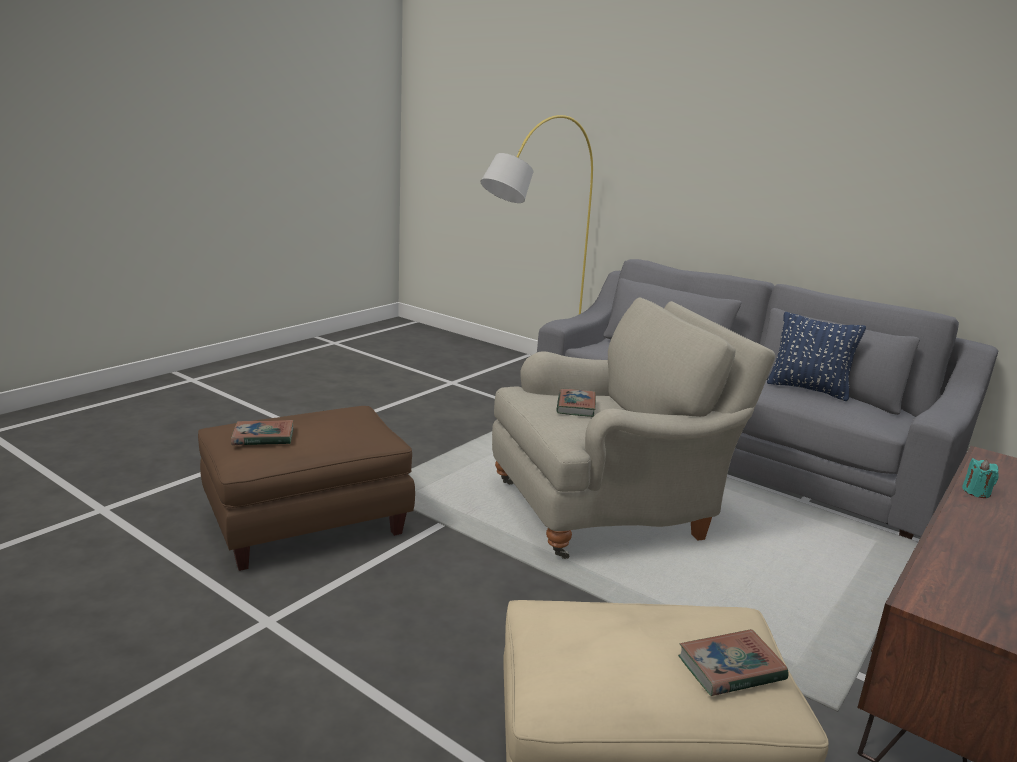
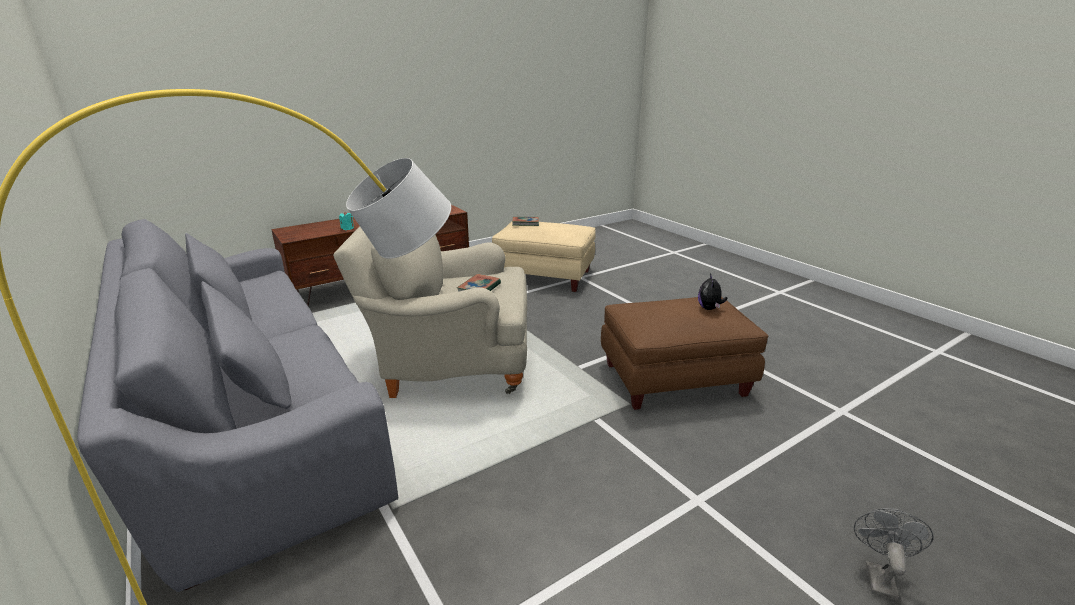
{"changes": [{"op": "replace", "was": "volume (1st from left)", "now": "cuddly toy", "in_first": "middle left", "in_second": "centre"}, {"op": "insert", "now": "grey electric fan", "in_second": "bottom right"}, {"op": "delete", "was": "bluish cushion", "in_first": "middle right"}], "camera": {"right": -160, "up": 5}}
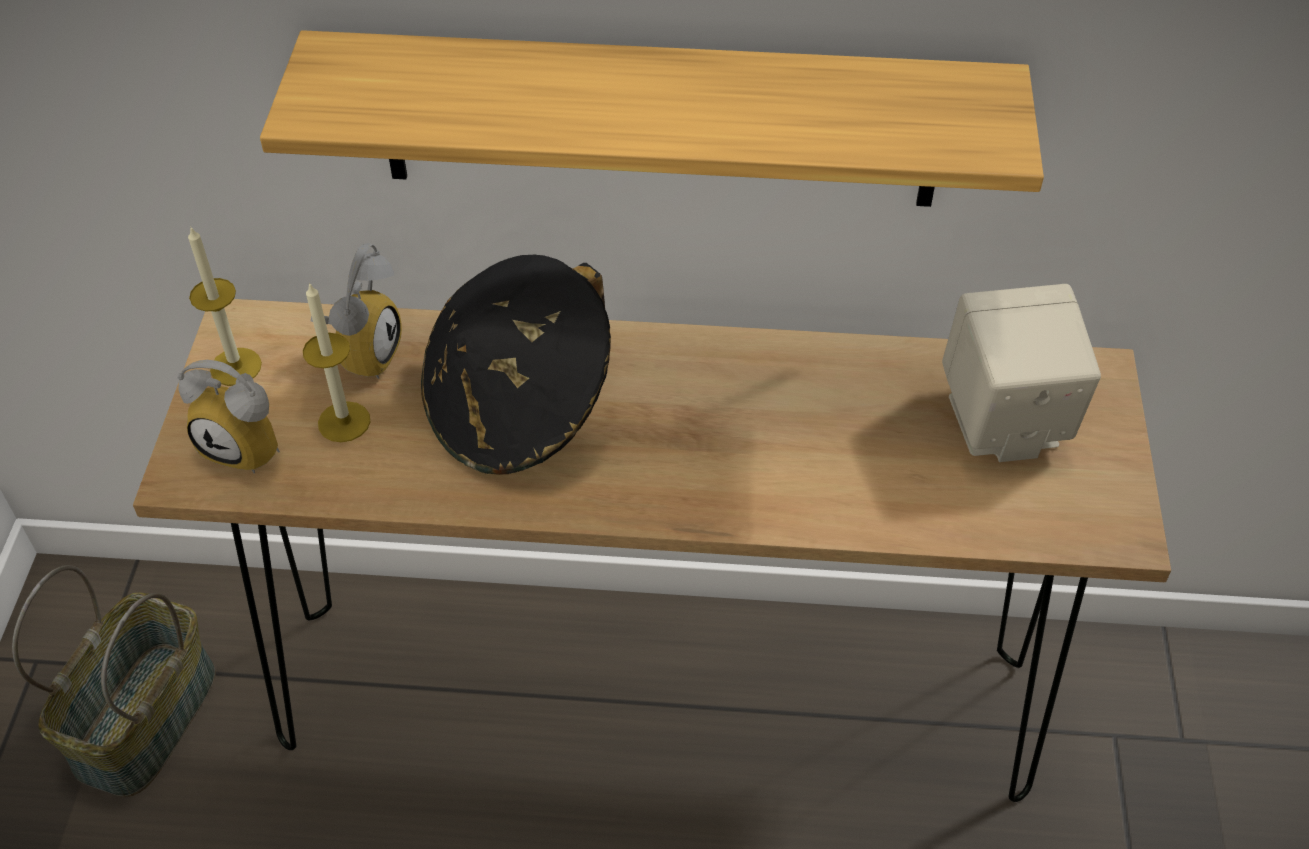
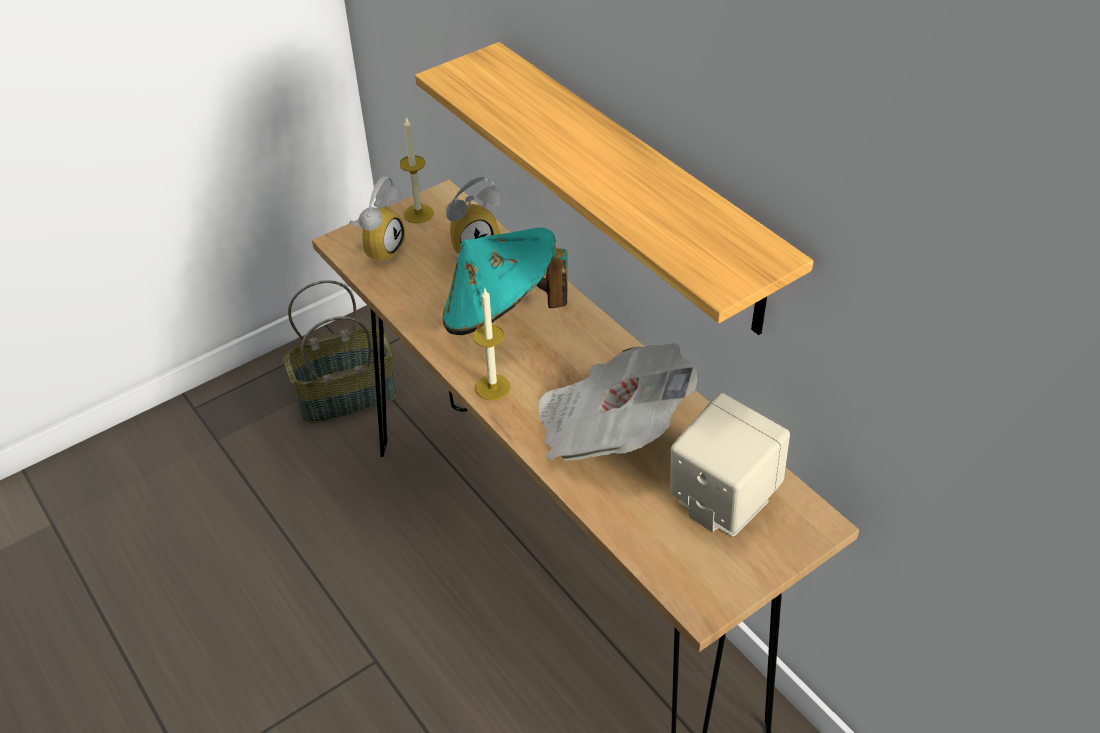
{"changes": [{"op": "rotate", "was": "alarm clock (1st from left)", "in_first": "middle left", "in_second": "top centre", "clockwise": -135}, {"op": "recolor", "was": "black wearable hat", "now": "turquoise-coloured wearable hat", "in_first": "centre", "in_second": "centre"}, {"op": "move", "was": "wax candle (2nd from left)", "in_first": "middle left", "in_second": "centre"}, {"op": "insert", "now": "daily paper", "in_second": "centre"}], "camera": {"right": 50, "up": -5}}
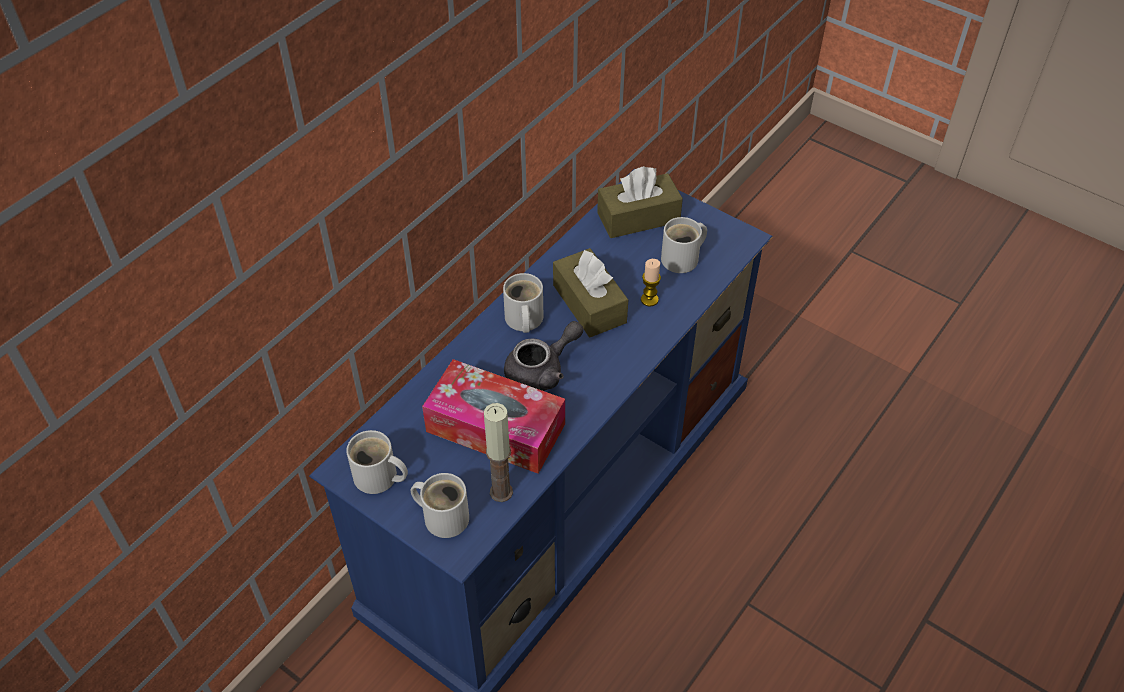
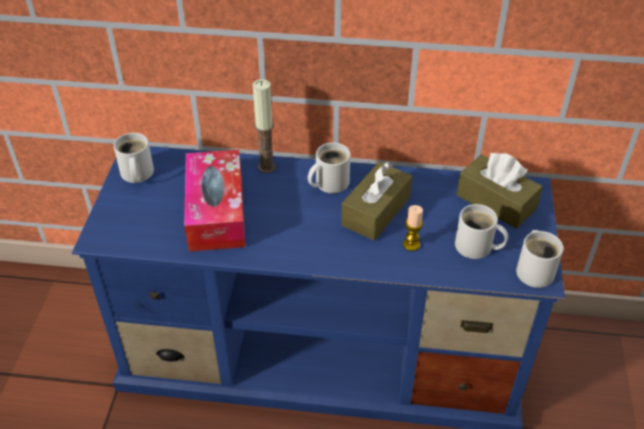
{"changes": [{"op": "move", "was": "wax candle (1st from left)", "in_first": "centre", "in_second": "top centre"}, {"op": "move", "was": "whitish mug (2nd from left in the first image)", "now": "whitish mug (4th from left)", "in_first": "bottom centre", "in_second": "middle right"}, {"op": "delete", "was": "grey pot for tea", "in_first": "centre"}], "camera": {"right": 60, "up": -5}}
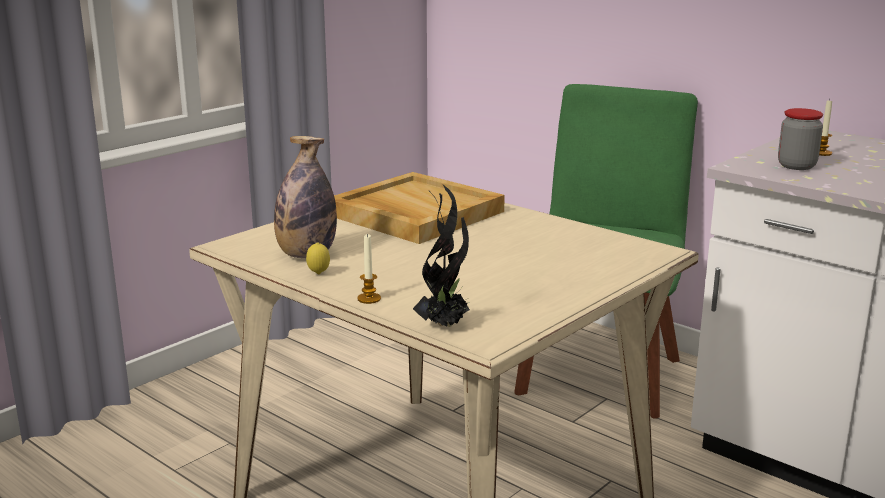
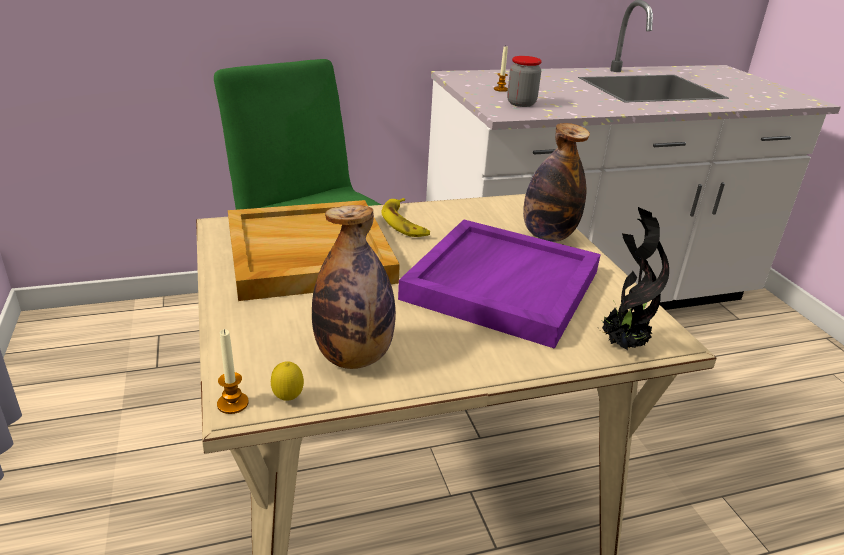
{"changes": [{"op": "move", "was": "wax candle (1st from left)", "in_first": "centre", "in_second": "bottom left"}, {"op": "move", "was": "citrus fruit", "in_first": "centre", "in_second": "bottom centre"}, {"op": "insert", "now": "banana fruit", "in_second": "centre"}, {"op": "insert", "now": "purple tray", "in_second": "centre"}, {"op": "insert", "now": "bottle (2nd from left)", "in_second": "top centre"}], "camera": {"right": -60, "up": 10}}
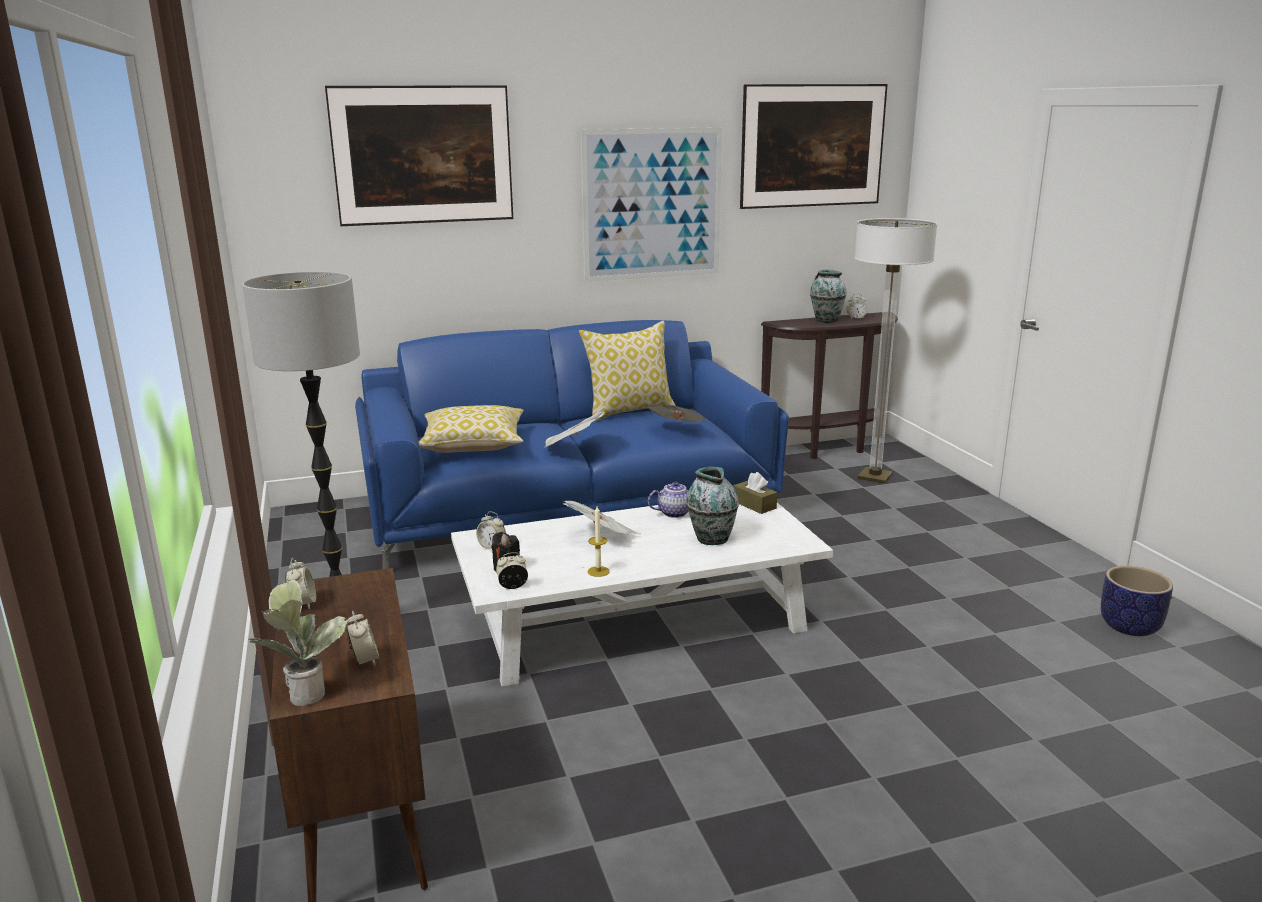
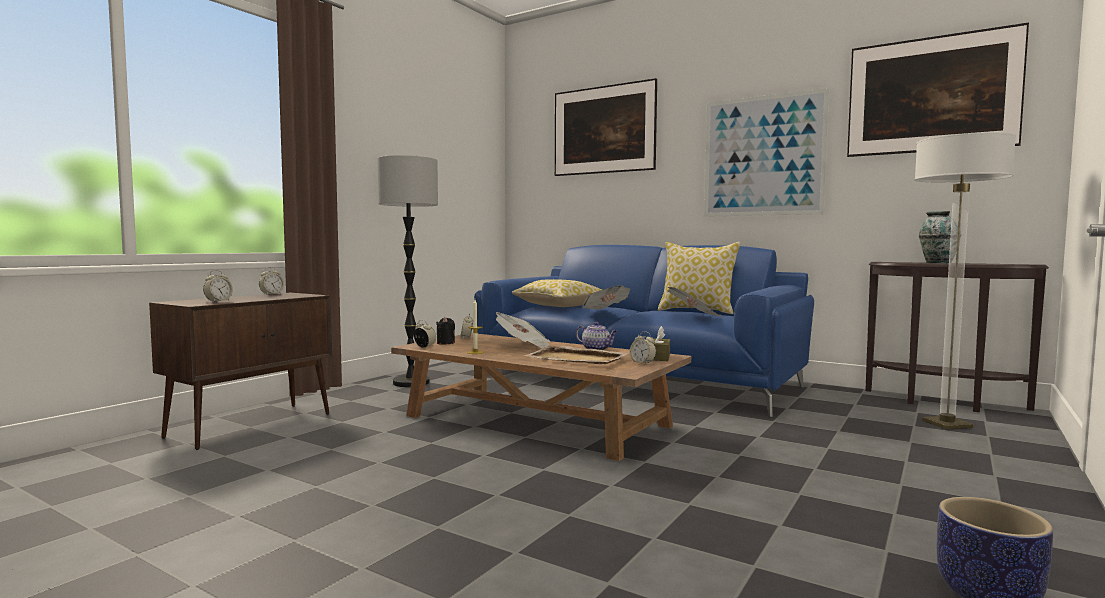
{"changes": [{"op": "recolor", "was": "whitish lounge table", "now": "brown lounge table", "in_first": "centre", "in_second": "centre"}, {"op": "replace", "was": "flower vase (1st from left)", "now": "beige tray", "in_first": "centre", "in_second": "centre"}, {"op": "move", "was": "alarm clock (5th from left)", "in_first": "middle right", "in_second": "centre"}, {"op": "delete", "was": "houseplant", "in_first": "bottom left"}], "camera": {"right": 50, "up": -15}}
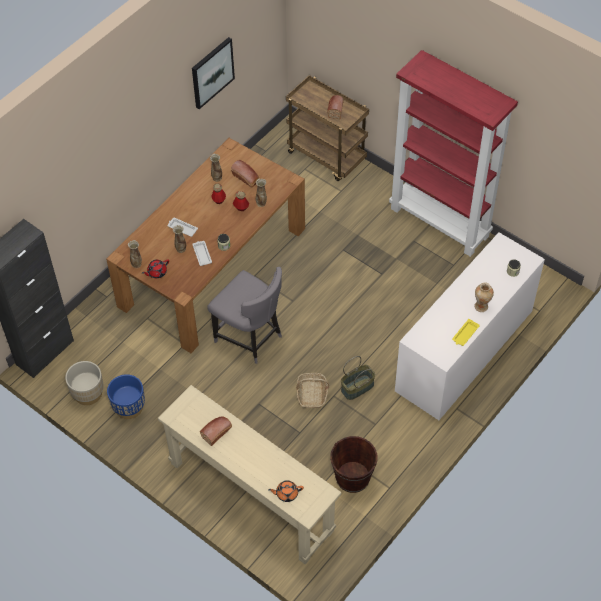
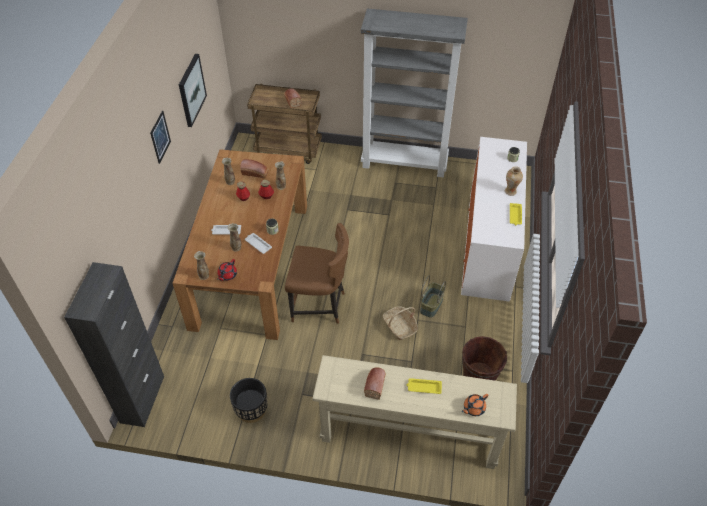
{"changes": [{"op": "insert", "now": "wall art (1st from left)", "in_second": "top left"}, {"op": "recolor", "was": "bluish planter", "now": "black planter", "in_first": "middle left", "in_second": "bottom centre"}, {"op": "recolor", "was": "grey plain chair", "now": "brown plain chair", "in_first": "centre", "in_second": "centre"}, {"op": "recolor", "was": "reddish bookshelf", "now": "grey bookshelf", "in_first": "top right", "in_second": "top centre"}, {"op": "insert", "now": "yellow-coloured tray (1st from left)", "in_second": "bottom centre"}, {"op": "delete", "was": "beige planter", "in_first": "middle left"}], "camera": {"right": -30, "up": -5}}
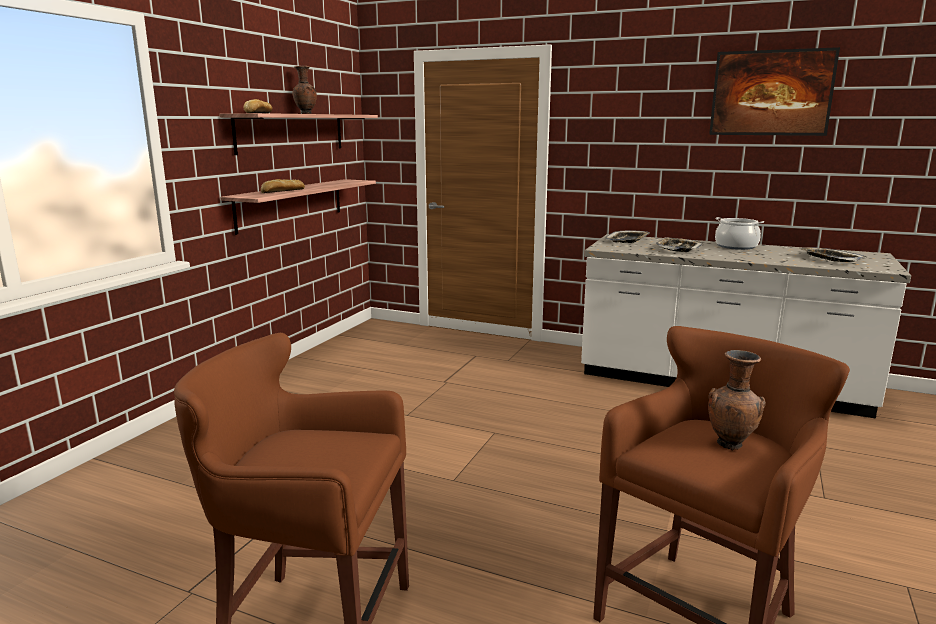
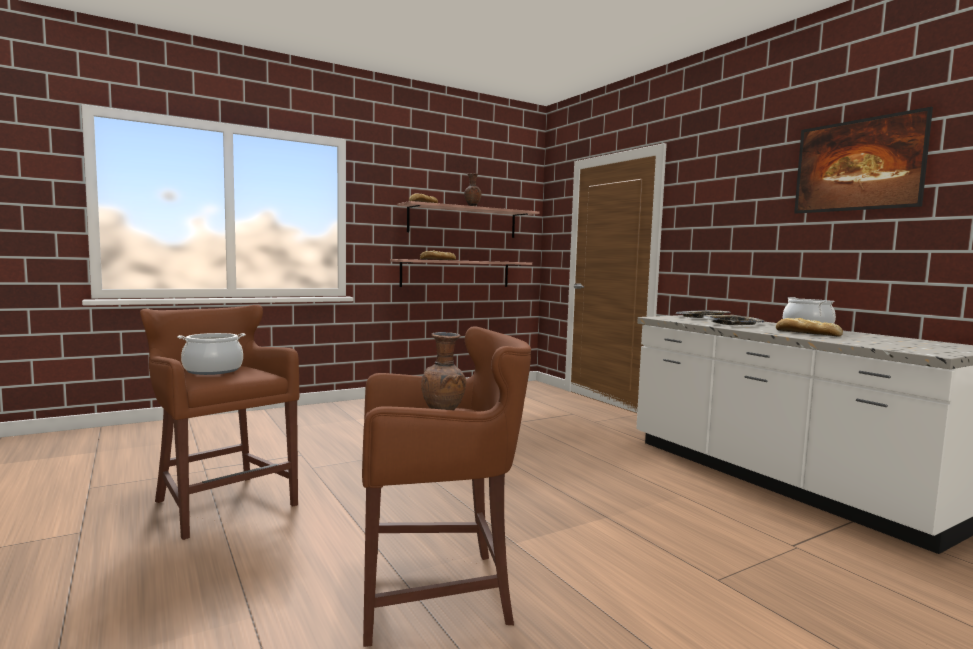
{"changes": [{"op": "insert", "now": "saucepot (1st from left)", "in_second": "middle left"}, {"op": "insert", "now": "baked bread (3rd from left)", "in_second": "middle right"}, {"op": "delete", "was": "tray (3rd from left)", "in_first": "middle right"}], "camera": {"right": 35, "up": -10}}
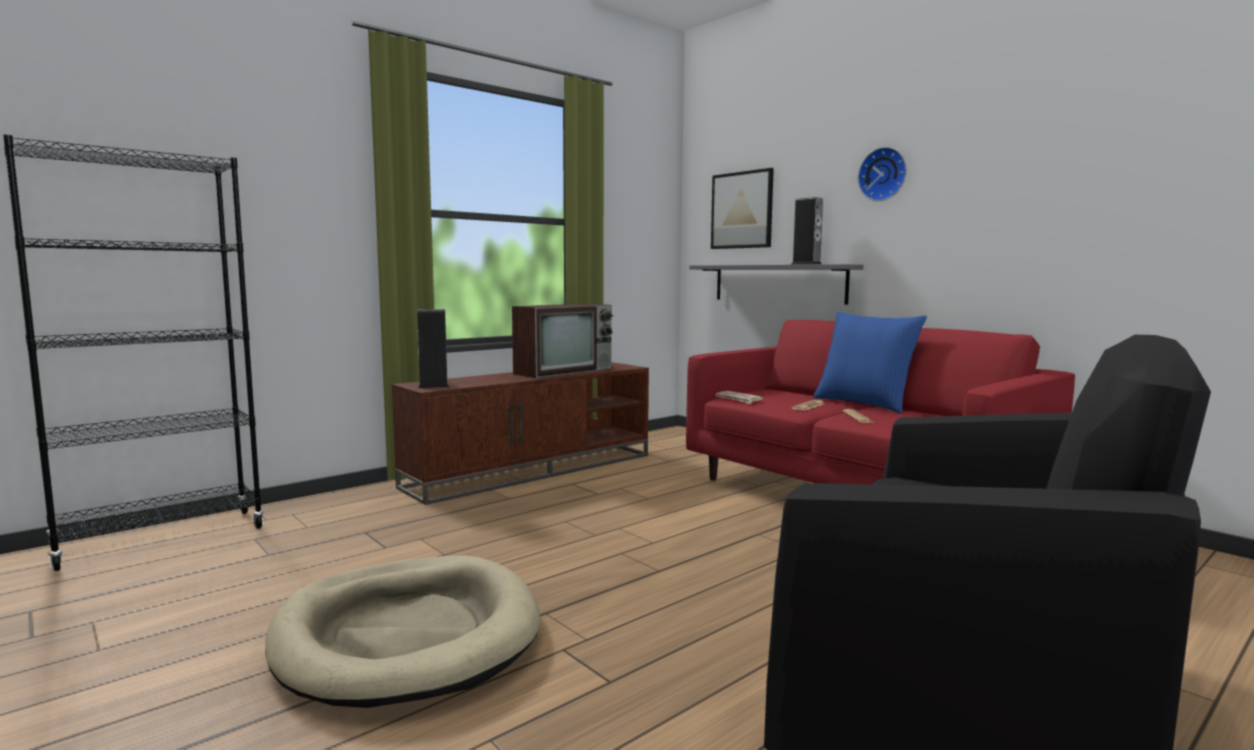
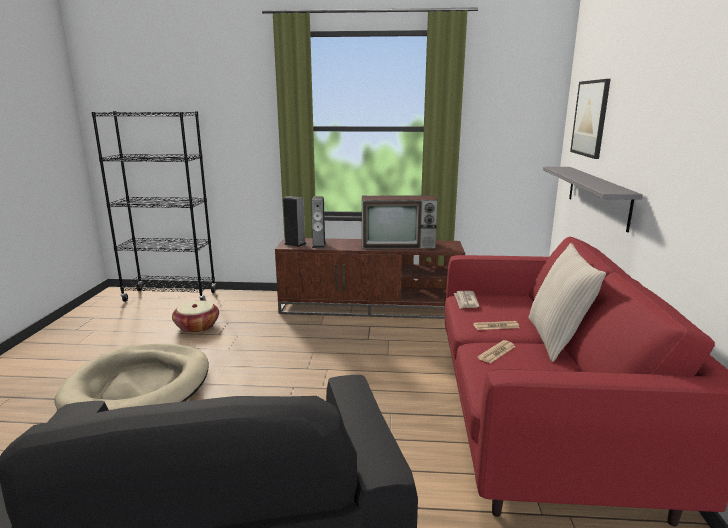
{"changes": [{"op": "insert", "now": "basket", "in_second": "middle left"}, {"op": "move", "was": "loudspeaker (2nd from left)", "in_first": "top centre", "in_second": "centre"}, {"op": "recolor", "was": "bluish cushion", "now": "beige cushion", "in_first": "middle right", "in_second": "middle right"}, {"op": "delete", "was": "clock on the wall", "in_first": "top right"}], "camera": {"right": 45, "up": 10}}
